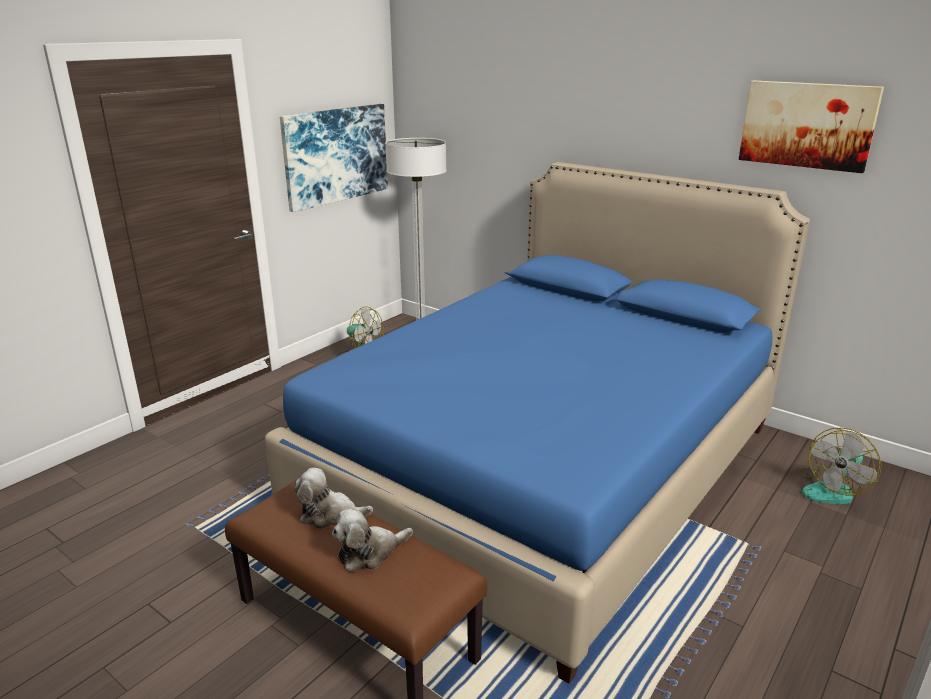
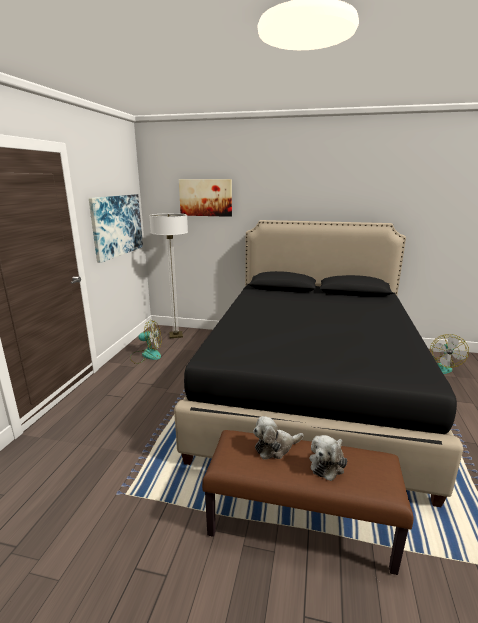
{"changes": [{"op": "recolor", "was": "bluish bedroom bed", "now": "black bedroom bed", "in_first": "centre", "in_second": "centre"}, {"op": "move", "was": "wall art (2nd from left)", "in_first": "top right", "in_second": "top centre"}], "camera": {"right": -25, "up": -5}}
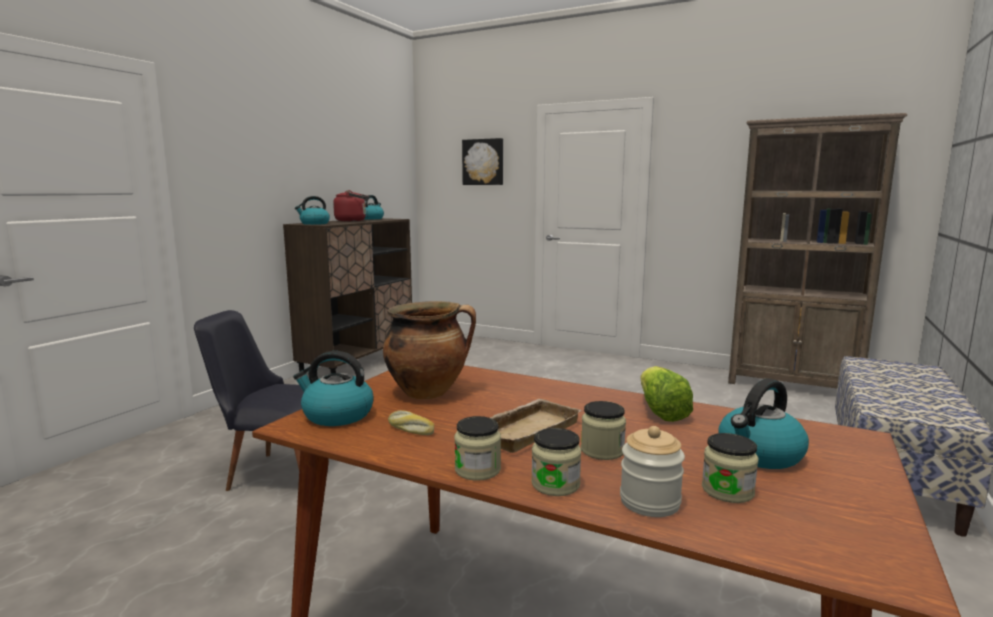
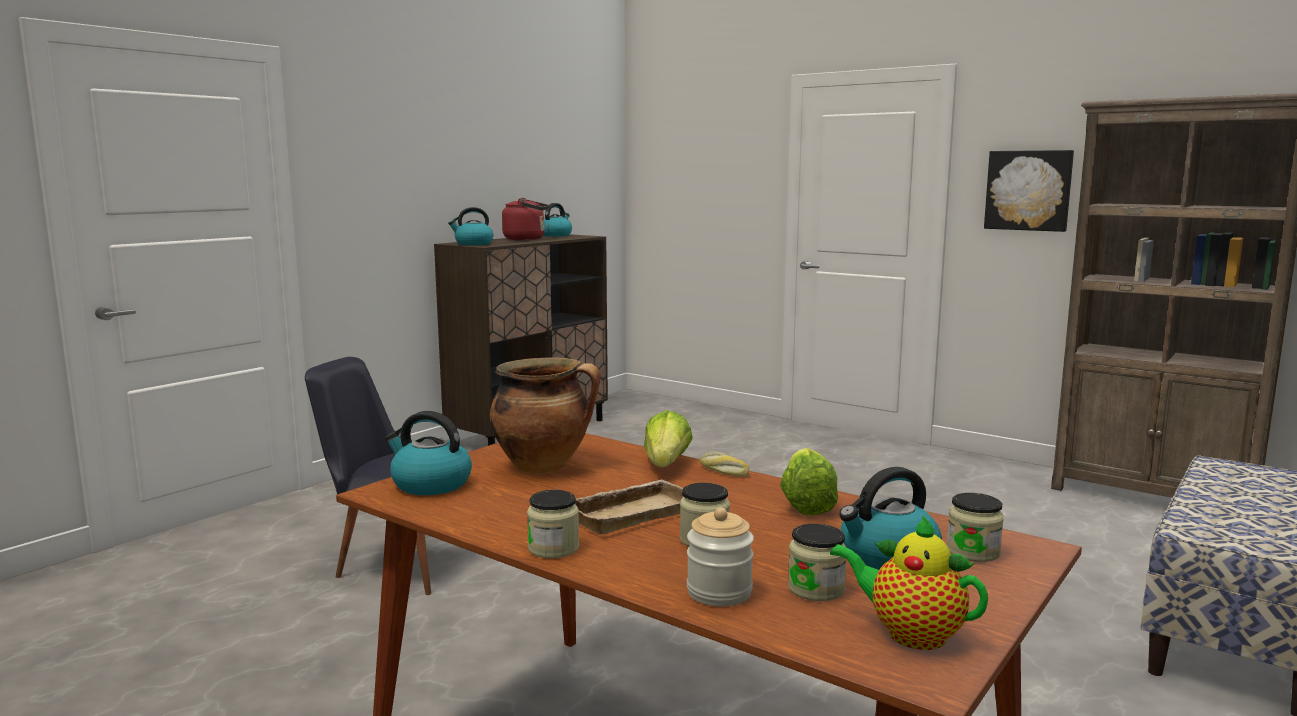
{"changes": [{"op": "insert", "now": "head of lettuce (1st from left)", "in_second": "centre"}, {"op": "move", "was": "baked bread", "in_first": "bottom centre", "in_second": "centre"}, {"op": "insert", "now": "pot for tea", "in_second": "bottom right"}, {"op": "move", "was": "storage jar (2nd from left in the first image)", "now": "storage jar (5th from left)", "in_first": "bottom centre", "in_second": "bottom right"}, {"op": "move", "was": "wall art", "in_first": "top centre", "in_second": "top right"}], "camera": {"right": 10, "up": 0}}
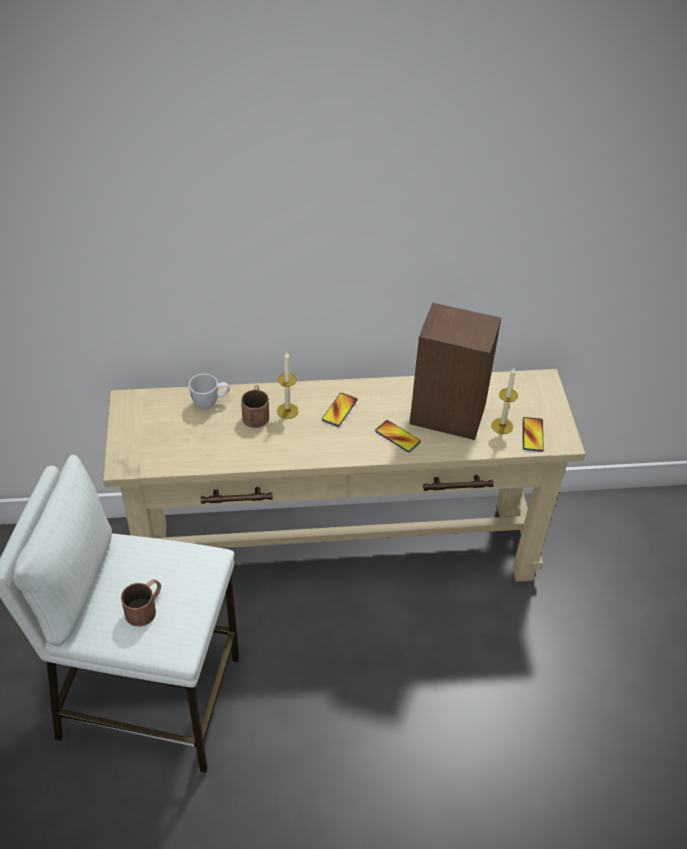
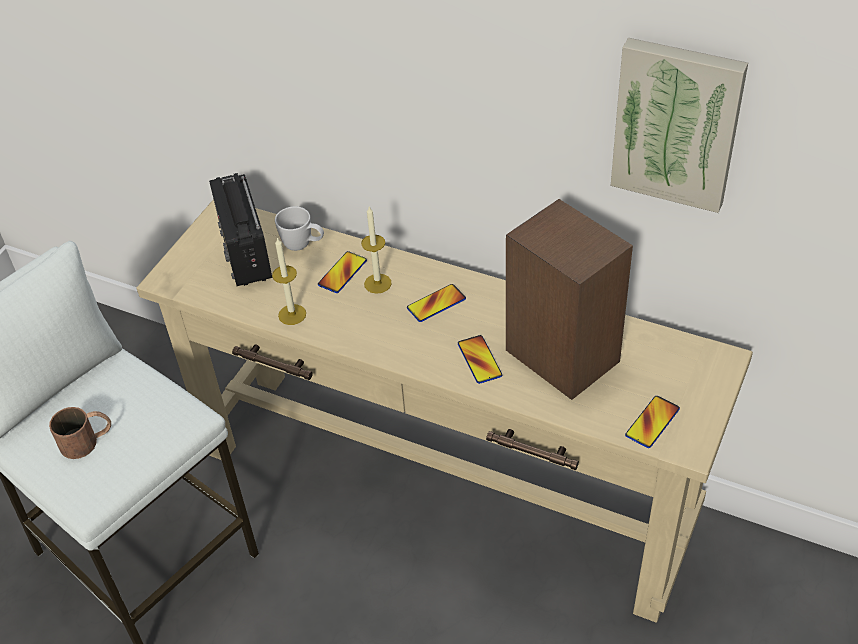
{"changes": [{"op": "insert", "now": "radio set", "in_second": "middle left"}, {"op": "move", "was": "wax candle (2nd from left in the first image)", "now": "wax candle (1st from left)", "in_first": "middle right", "in_second": "centre"}, {"op": "replace", "was": "brown mug (2nd from left)", "now": "phone (1st from left)", "in_first": "centre", "in_second": "centre"}, {"op": "insert", "now": "wall art", "in_second": "top right"}], "camera": {"right": 35, "up": 0}}
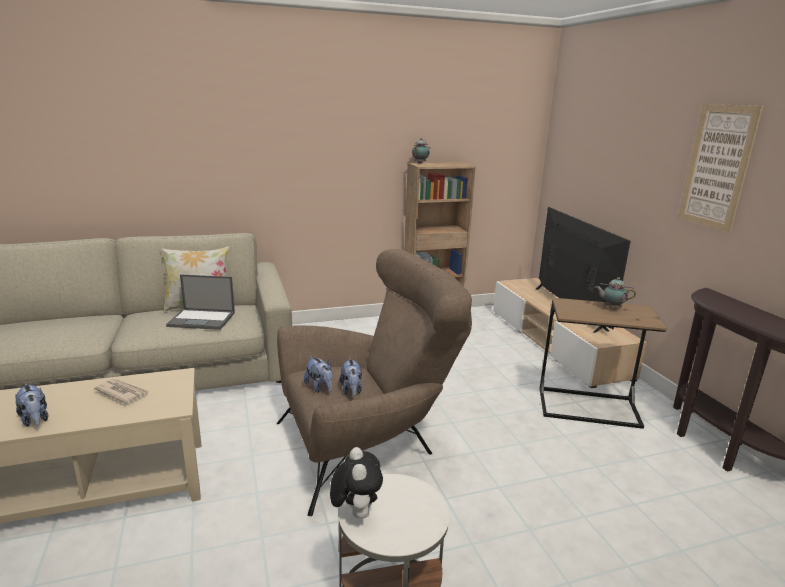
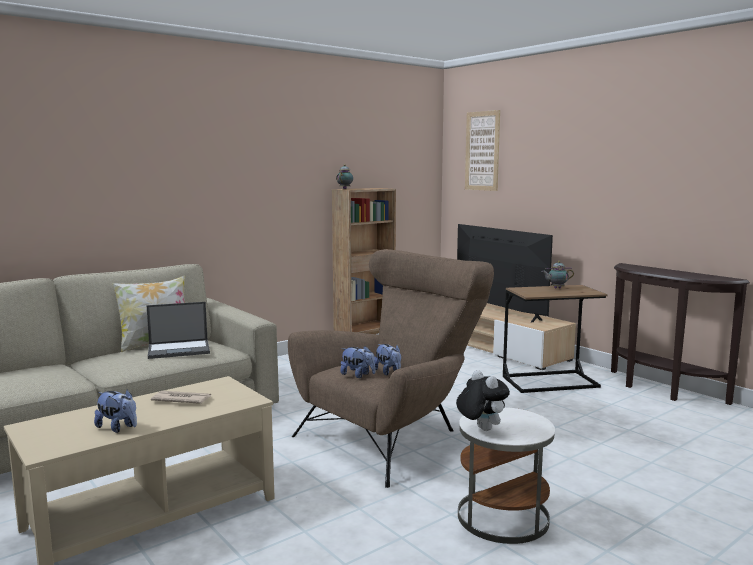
{"changes": [{"op": "move", "was": "wall art", "in_first": "top right", "in_second": "top centre"}], "camera": {"right": -20, "up": -10}}
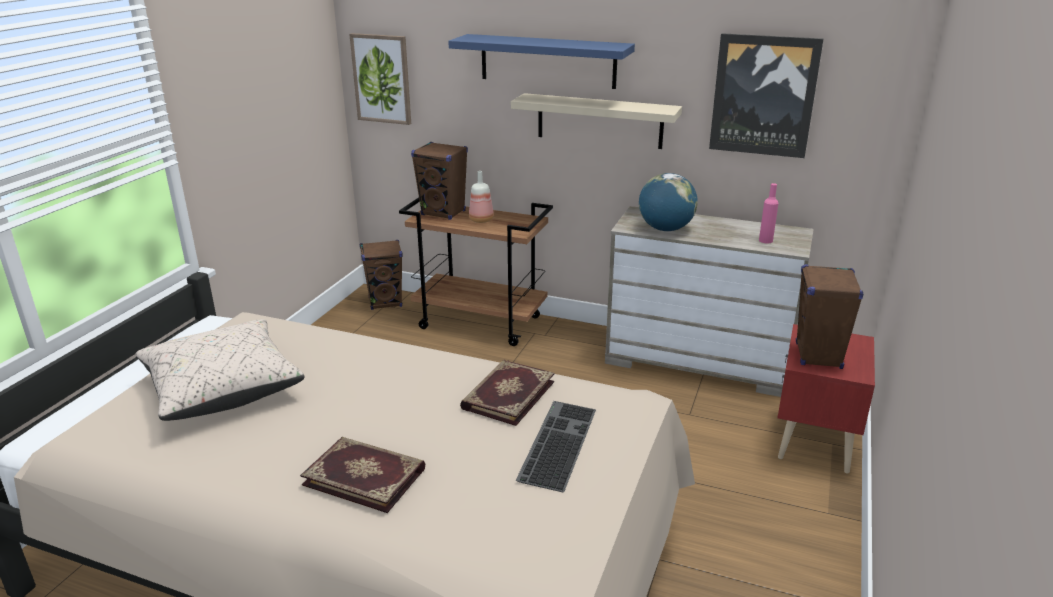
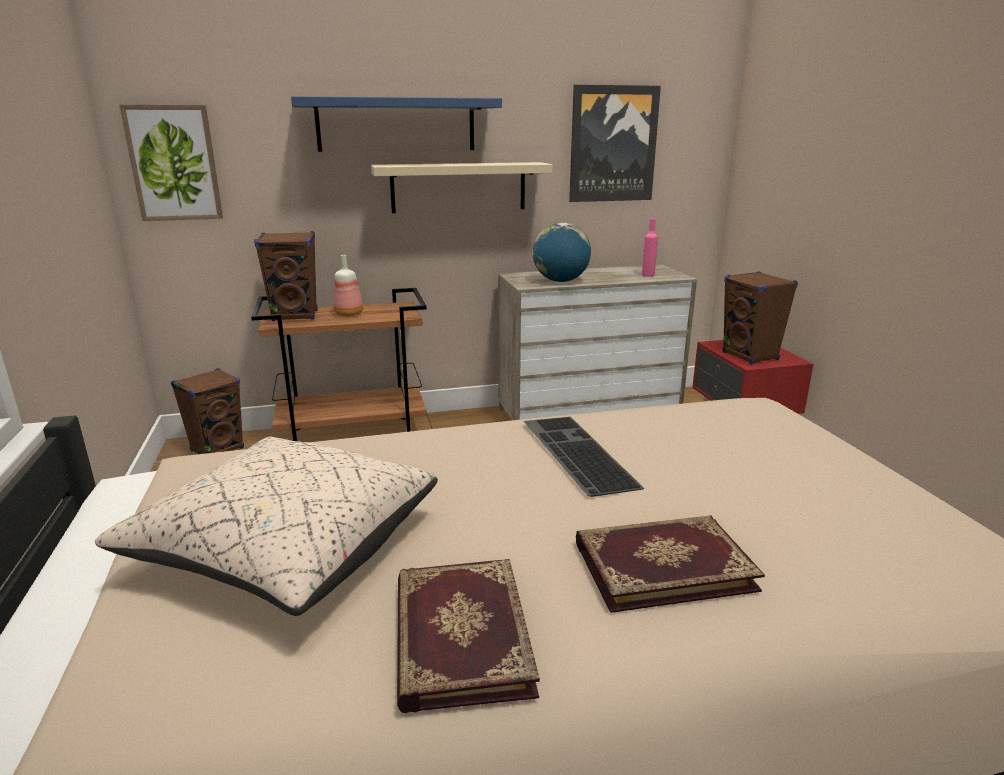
{"changes": [{"op": "move", "was": "volume (2nd from left in the first image)", "now": "volume (1st from left)", "in_first": "centre", "in_second": "bottom centre"}, {"op": "move", "was": "keyboard", "in_first": "bottom centre", "in_second": "centre"}], "camera": {"right": -35, "up": -5}}
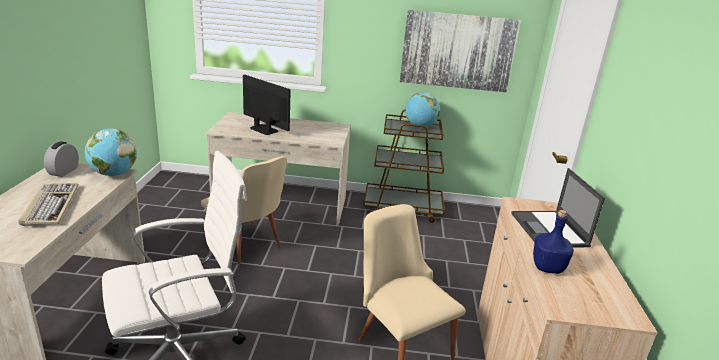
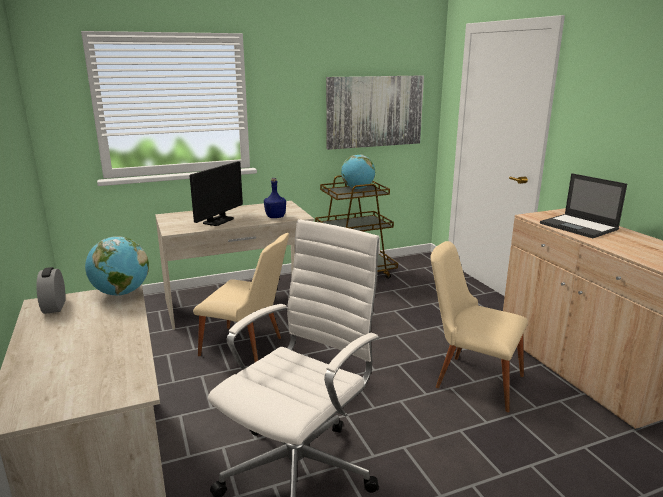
{"changes": [{"op": "rotate", "was": "computer screen", "in_first": "top centre", "in_second": "middle left", "clockwise": 105}, {"op": "move", "was": "bluish bottle", "in_first": "bottom right", "in_second": "centre"}, {"op": "delete", "was": "keyboard", "in_first": "middle left"}], "camera": {"right": -25, "up": -5}}
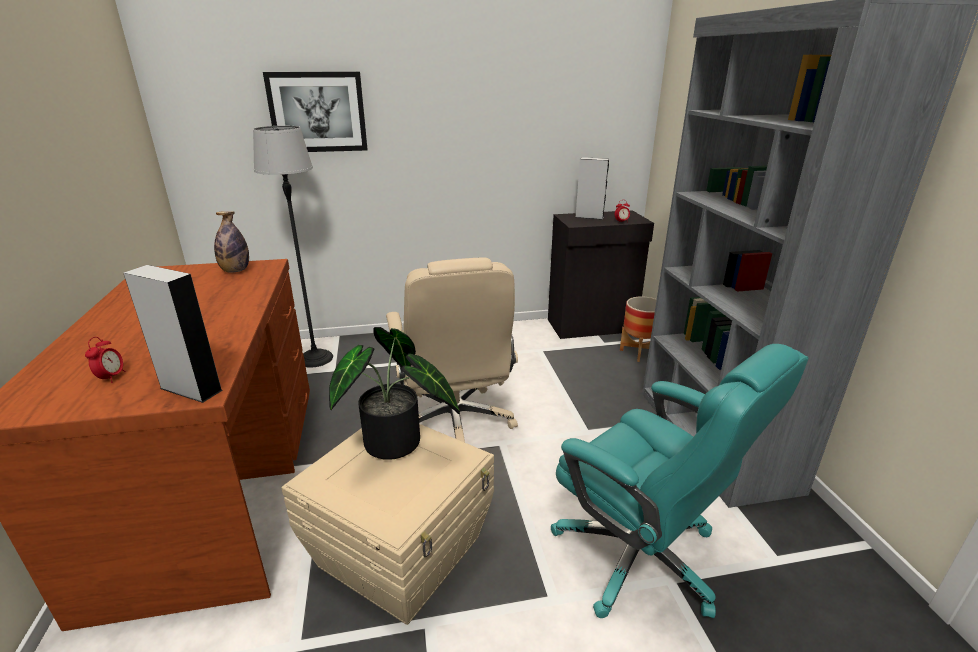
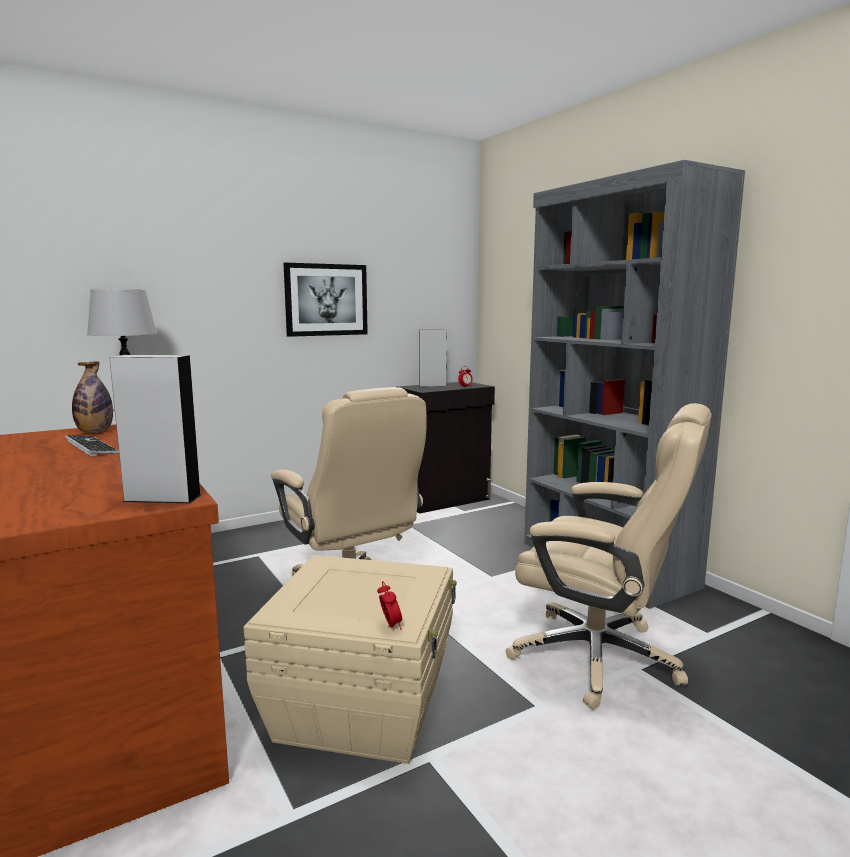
{"changes": [{"op": "insert", "now": "keyboard", "in_second": "middle left"}, {"op": "move", "was": "wall art", "in_first": "top left", "in_second": "centre"}, {"op": "move", "was": "alarm clock (1st from left)", "in_first": "middle left", "in_second": "bottom centre"}, {"op": "recolor", "was": "turquoise-coloured computer chair", "now": "beige computer chair (2nd from left)", "in_first": "bottom right", "in_second": "middle right"}, {"op": "delete", "was": "houseplant", "in_first": "centre"}, {"op": "delete", "was": "planter", "in_first": "centre"}], "camera": {"right": -20, "up": -15}}
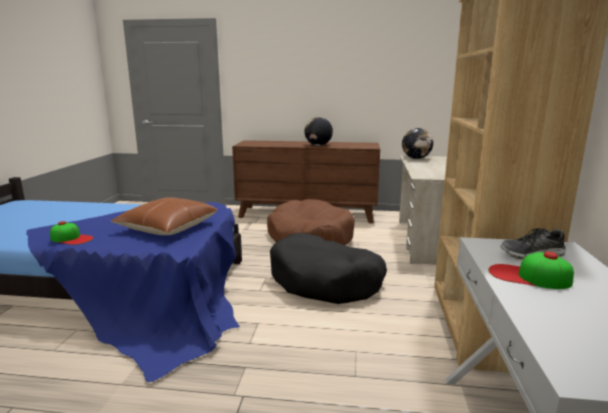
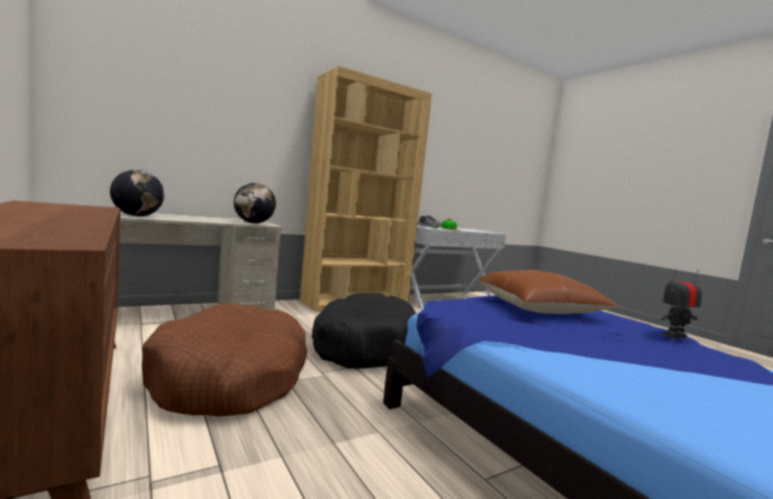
{"changes": [{"op": "move", "was": "globe (1st from left in the first image)", "now": "globe (2nd from left)", "in_first": "top centre", "in_second": "middle left"}, {"op": "replace", "was": "baseball cap (1st from left)", "now": "model robot", "in_first": "middle left", "in_second": "middle right"}], "camera": {"right": -130, "up": -10}}
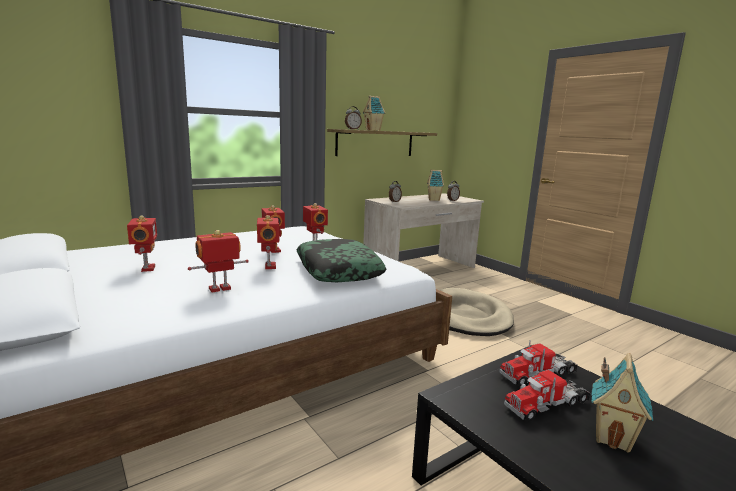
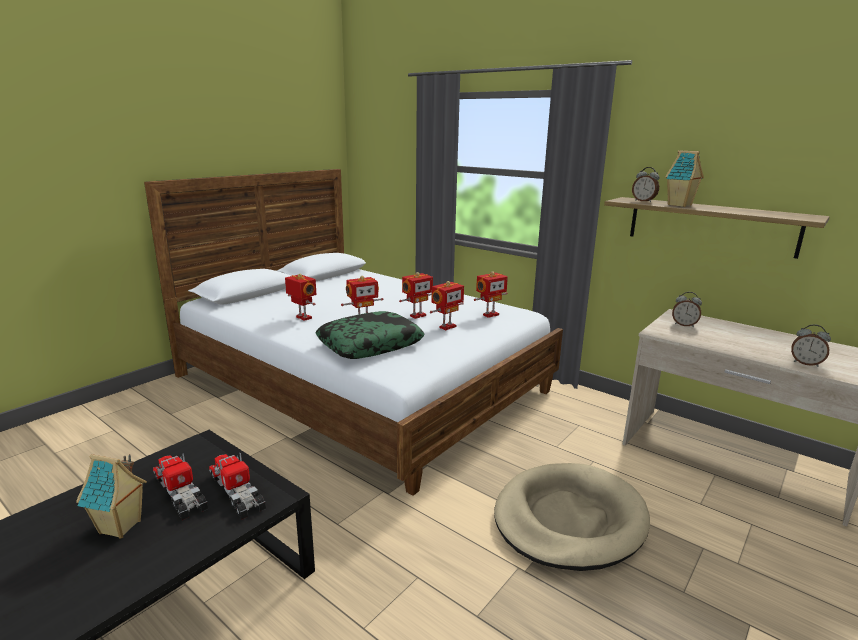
{"changes": [{"op": "move", "was": "model robot (1st from left in the first image)", "now": "model robot (5th from left)", "in_first": "middle left", "in_second": "centre"}, {"op": "delete", "was": "miniature house (2nd from left)", "in_first": "centre"}], "camera": {"right": 75, "up": 5}}
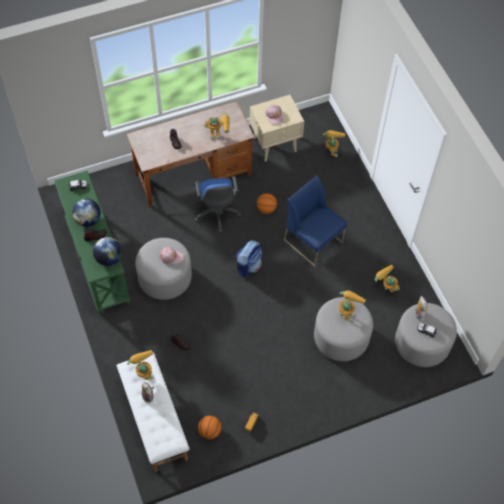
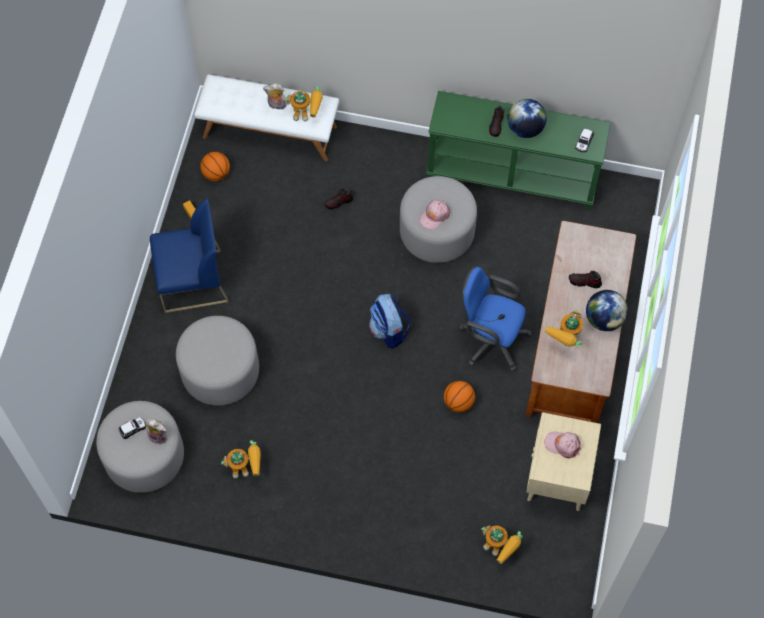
{"changes": [{"op": "move", "was": "bluish plain chair", "in_first": "centre", "in_second": "middle left"}, {"op": "move", "was": "globe (2nd from left)", "in_first": "middle left", "in_second": "middle right"}, {"op": "delete", "was": "model robot (4th from left)", "in_first": "middle right"}], "camera": {"right": 125, "up": 5}}
